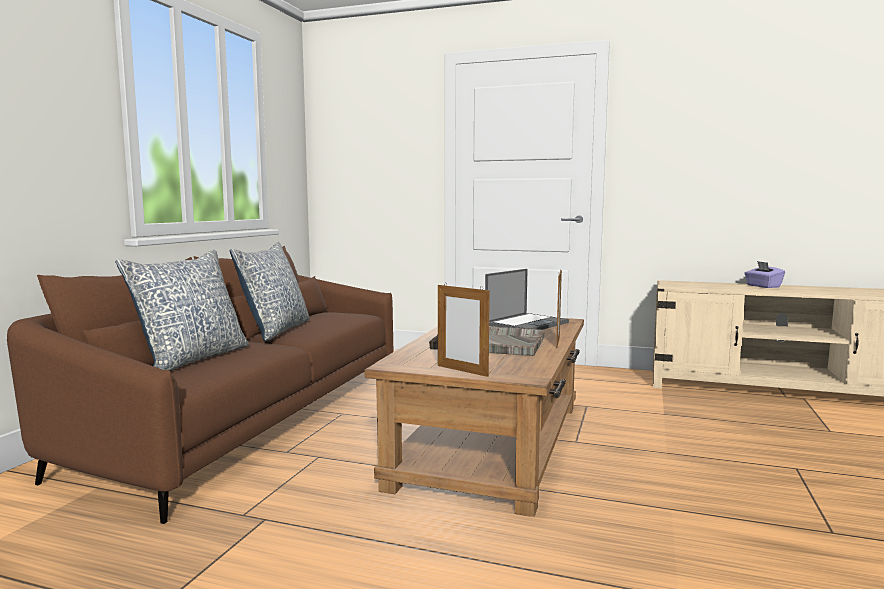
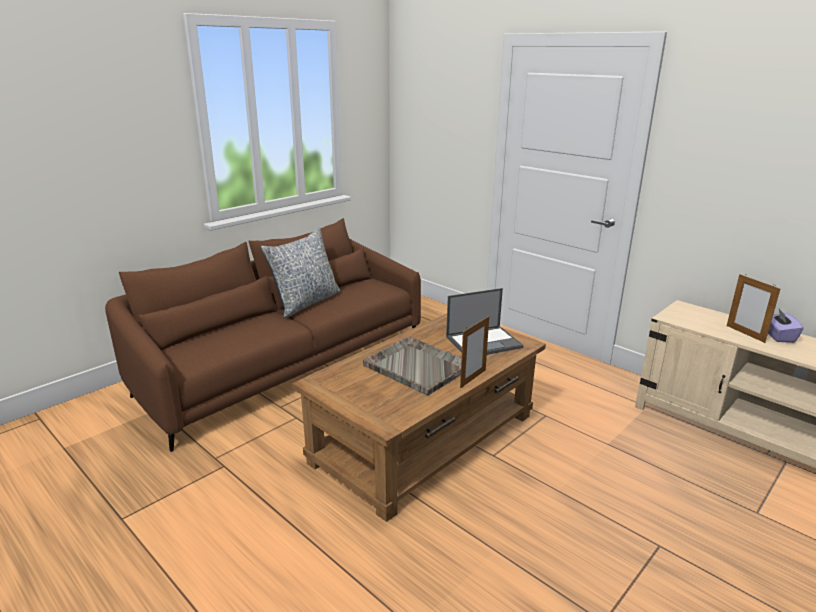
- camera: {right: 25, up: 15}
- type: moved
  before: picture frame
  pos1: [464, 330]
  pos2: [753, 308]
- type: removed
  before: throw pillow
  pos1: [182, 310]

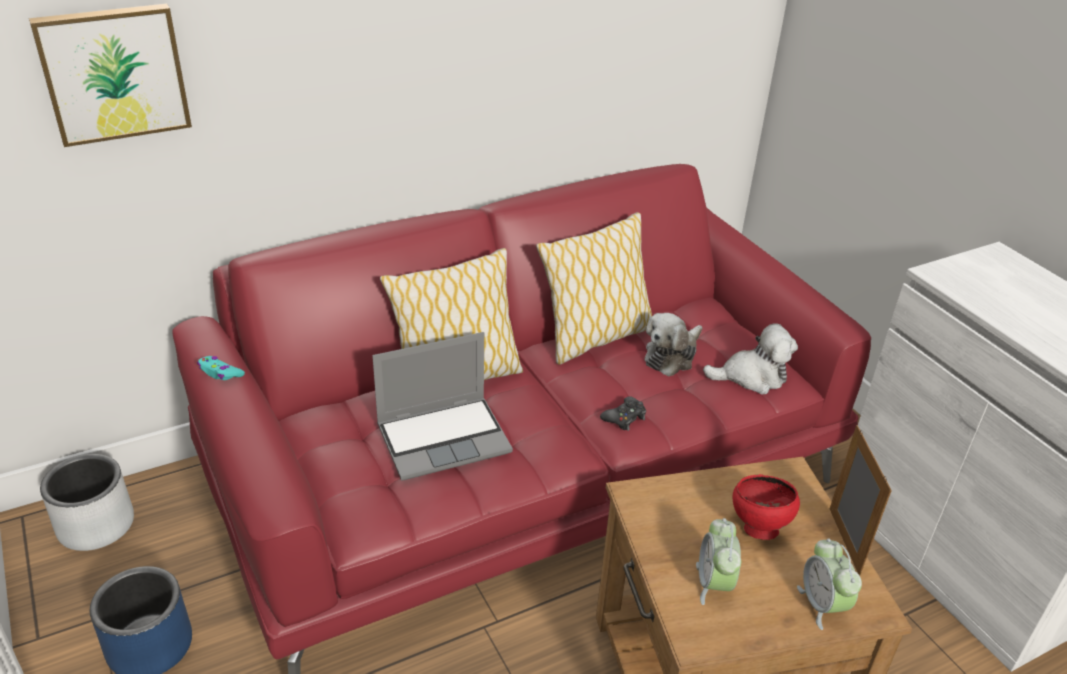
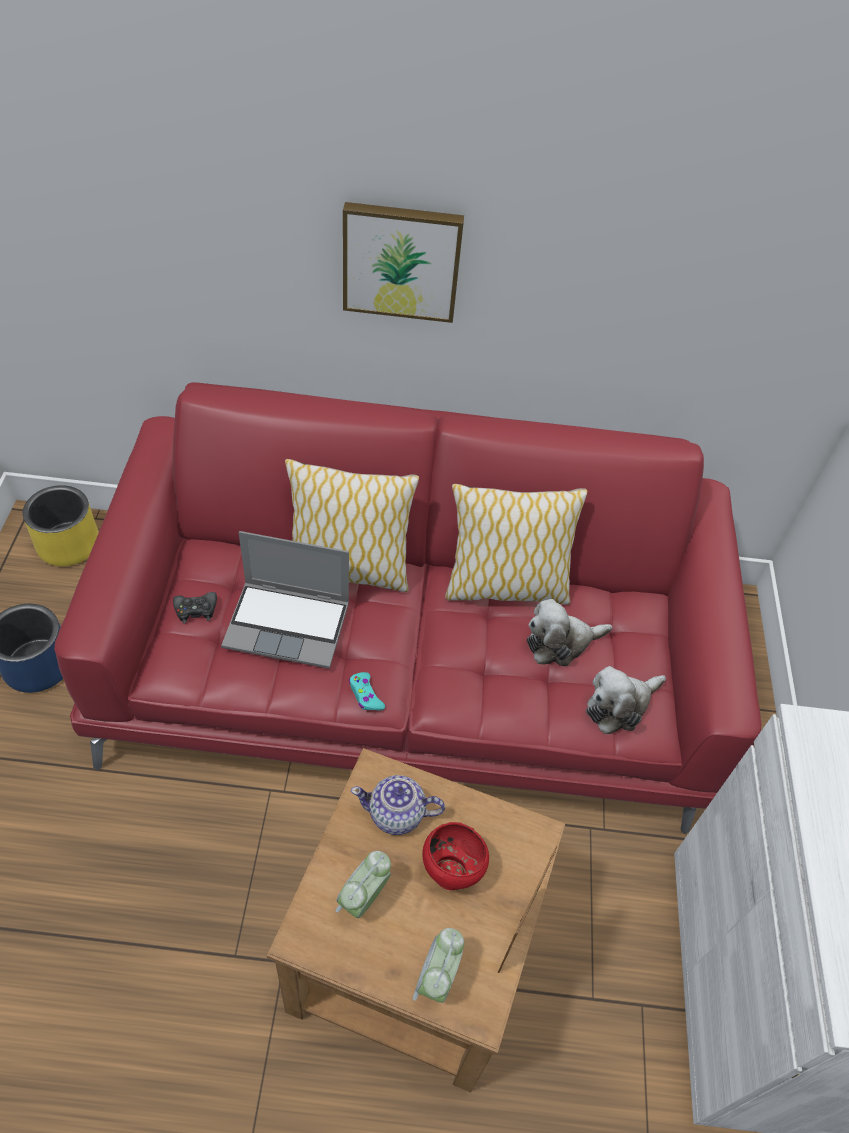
- camera: {right: 30, up: 15}
- type: recoloured
  before: gray plant pot
  after: yellowish plant pot
  pos1: [87, 502]
  pos2: [61, 525]
- type: moved
  before: black game controller
  pos1: [623, 413]
  pos2: [195, 608]
- type: moved
  before: wall art
  pos1: [110, 75]
  pos2: [403, 262]
- type: moved
  before: turquoise game controller
  pos1: [221, 368]
  pos2: [367, 691]
- type: added
  after: tea pot
  pos2: [398, 805]
- type: turned
  before: cuddly toy
  pos1: [750, 358]
  pos2: [626, 700]
  turn: 120

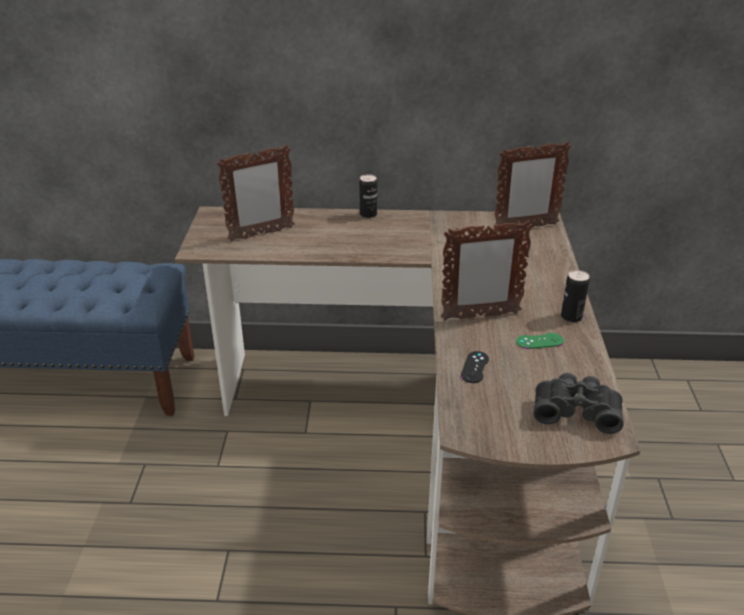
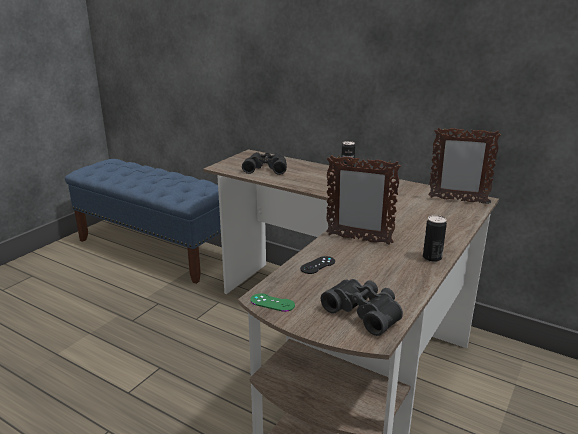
- camera: {right: 30, up: -10}
- type: replaced
  before: picture frame
  after: black binoculars
  pos1: [255, 193]
  pos2: [264, 163]
- type: moved
  before: green-coloured game controller
  pos1: [540, 341]
  pos2: [272, 302]

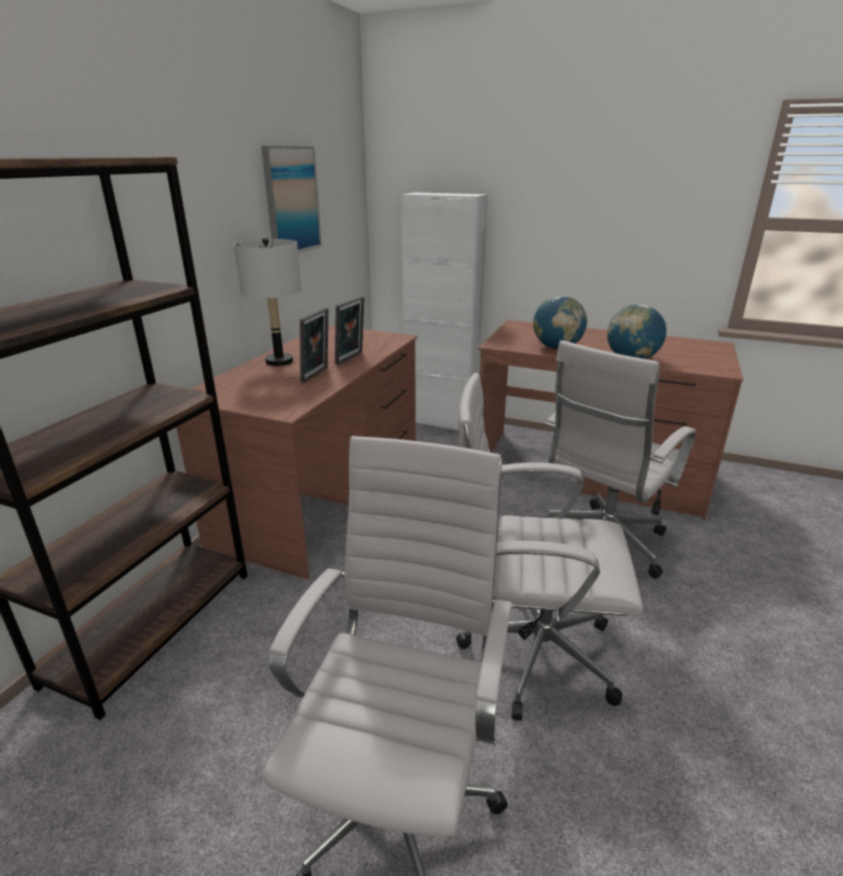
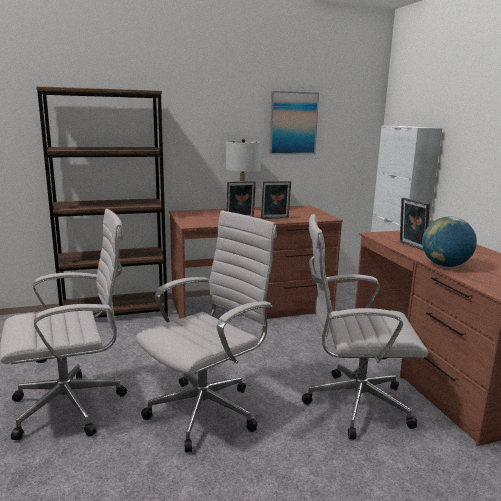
- camera: {right: 50, up: -10}
- type: turned
  before: whitish computer chair
  pos1: [549, 547]
  pos2: [206, 331]
  turn: 75
- type: replaced
  before: desk globe
  after: picture frame
  pos1: [560, 322]
  pos2: [415, 224]

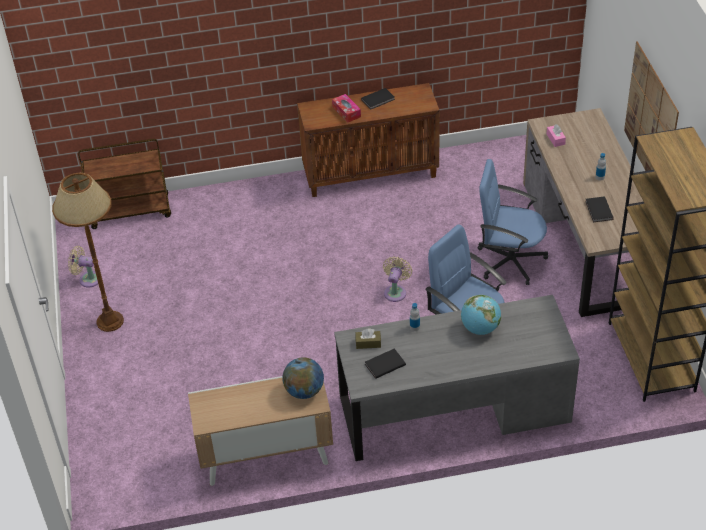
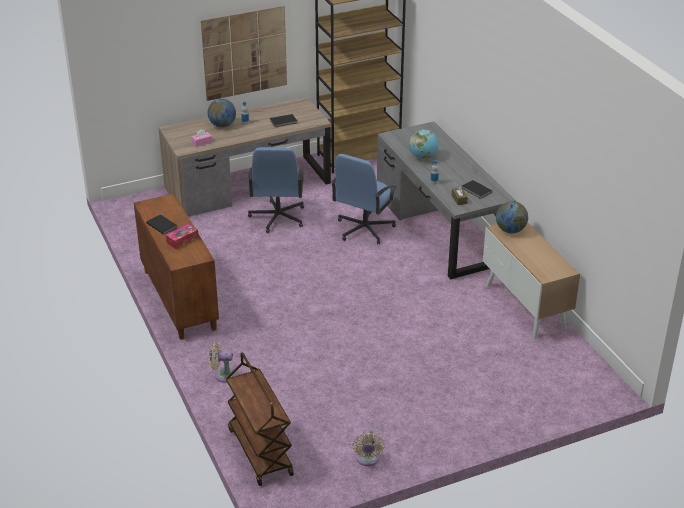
- camera: {right: -105, up: -10}
- type: added
  after: desk globe
  pos2: [221, 113]
- type: moved
  before: beige-coloured electric fan
  pos1: [397, 279]
  pos2: [223, 362]
- type: removed
  before: brown standard lamp
  pos1: [88, 252]

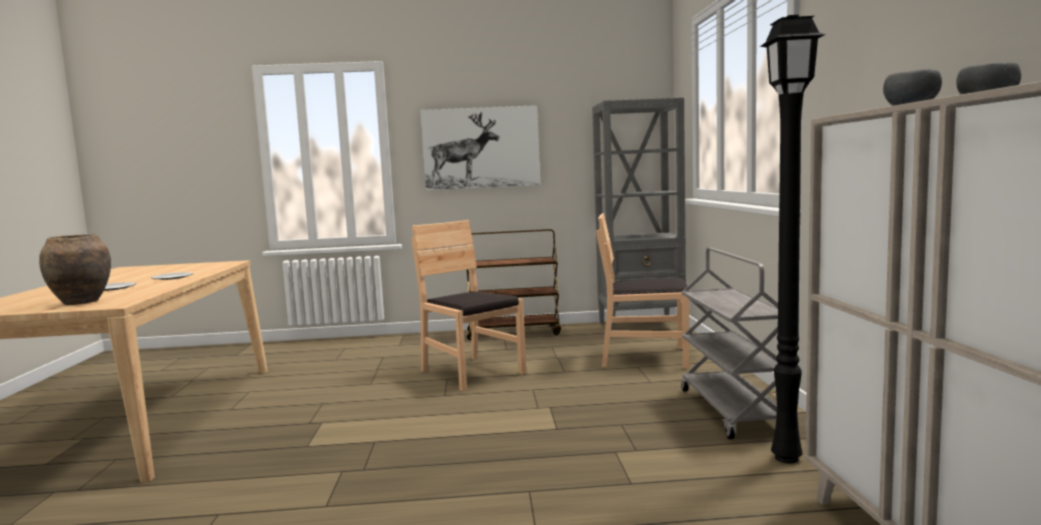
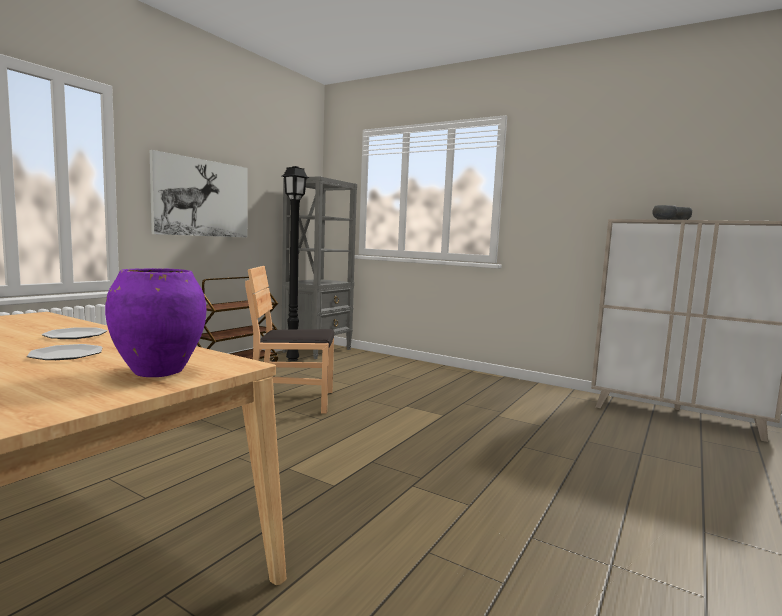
- camera: {right: -55, up: 0}
- type: recoloured
  before: brown vase
  after: purple-coloured vase
  pos1: [75, 269]
  pos2: [155, 322]
- type: moved
  before: black standard lamp
  pos1: [793, 239]
  pos2: [295, 263]
- type: removed
  before: brown chair
  pos1: [643, 291]
- type: removed
  before: gray wheeled cart
  pos1: [729, 343]

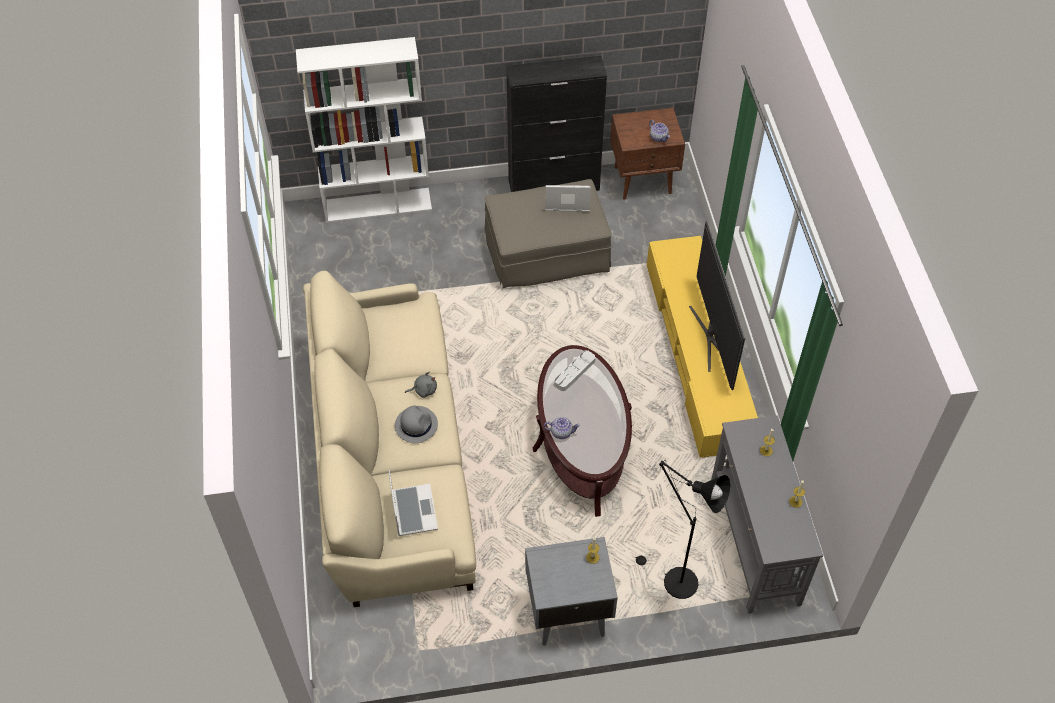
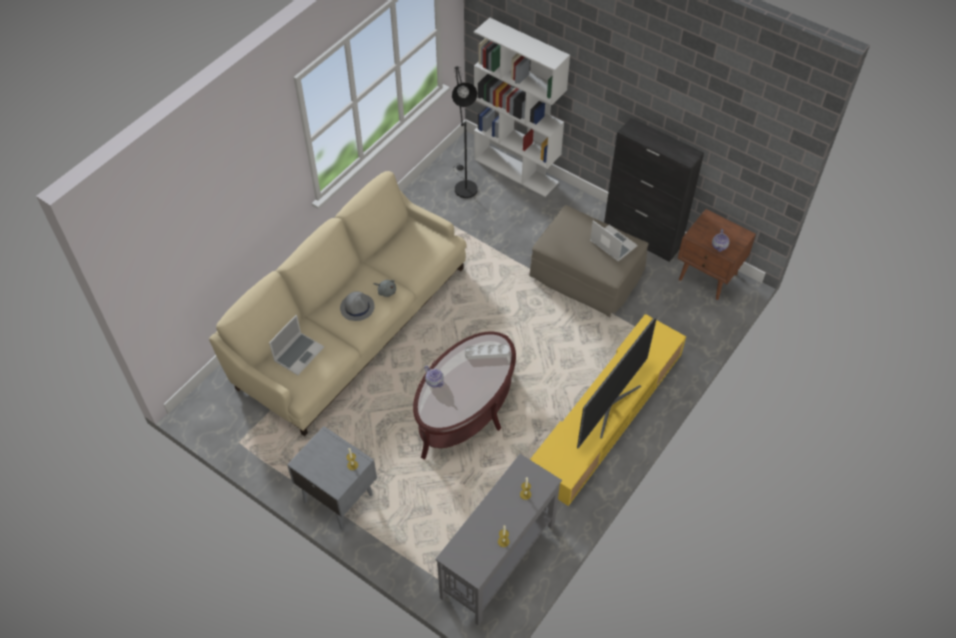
- camera: {right: 45, up: 0}
- type: moved
  before: black standard lamp
  pos1: [683, 529]
  pos2: [465, 132]

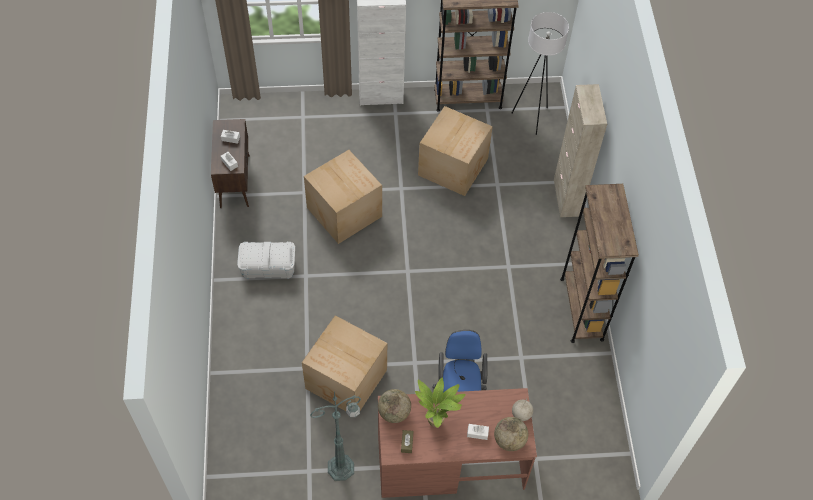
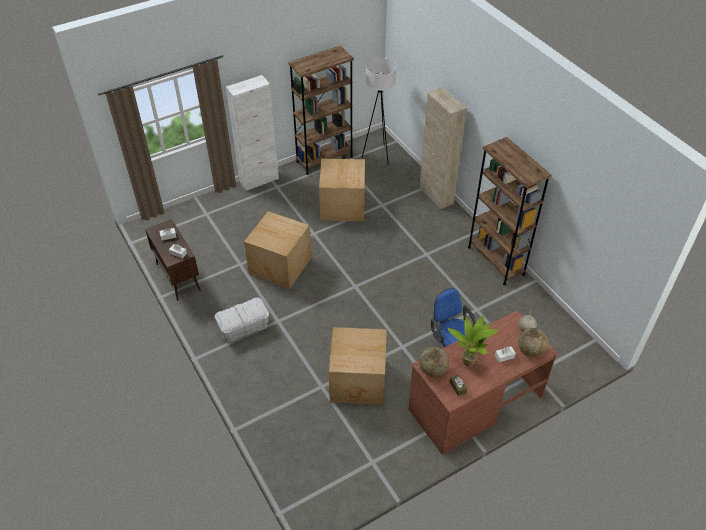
- camera: {right: -25, up: -10}
- type: removed
  before: green-coloured standard lamp
  pos1: [335, 436]

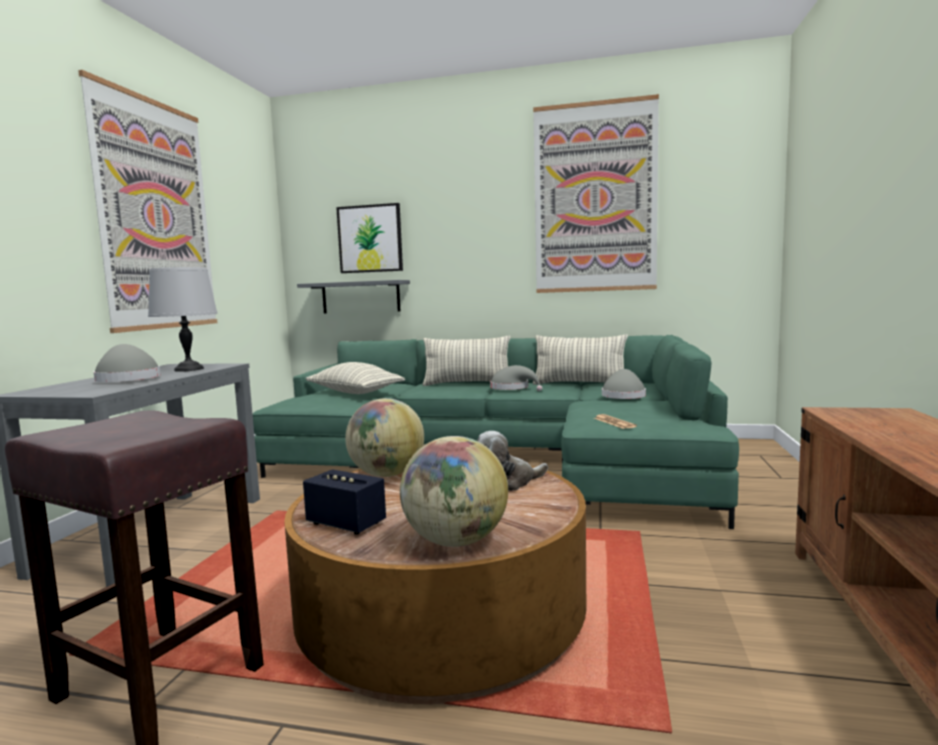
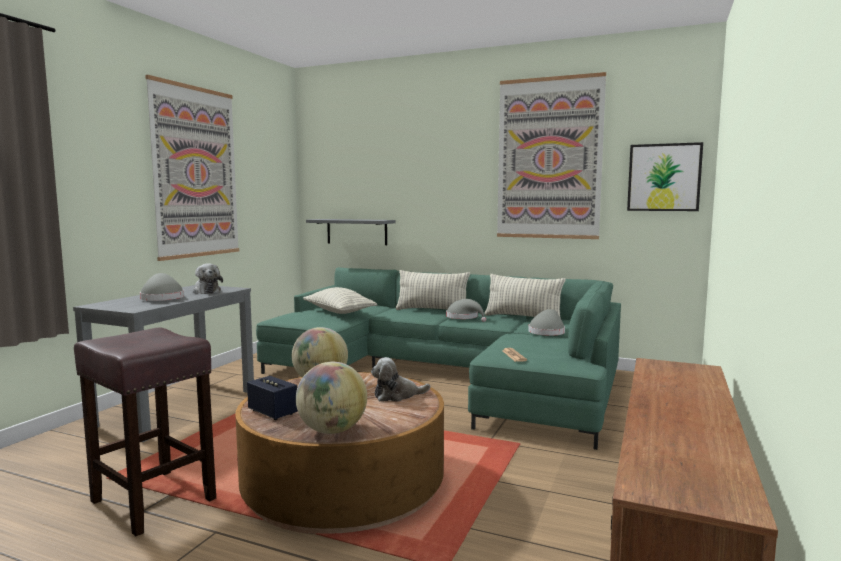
- camera: {right: 10, up: 0}
- type: replaced
  before: gray tabletop lamp
  after: cuddly toy
  pos1: [183, 319]
  pos2: [208, 279]
- type: moved
  before: wall art
  pos1: [369, 238]
  pos2: [665, 176]

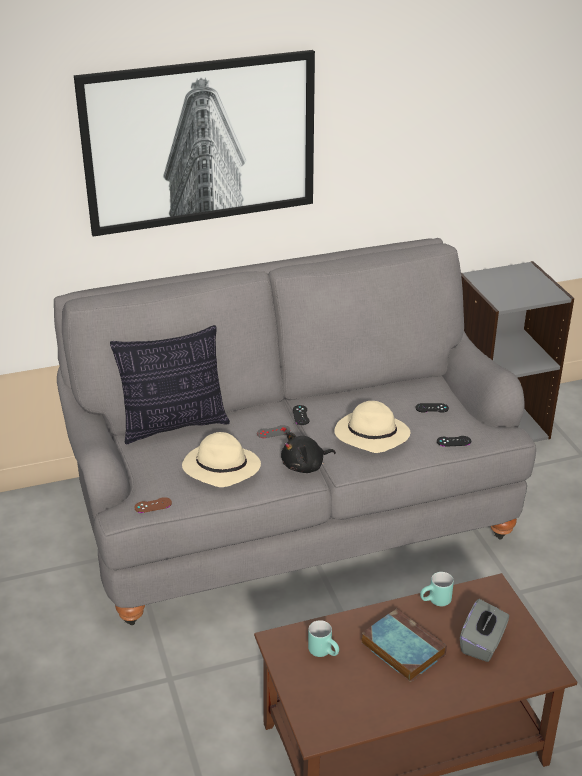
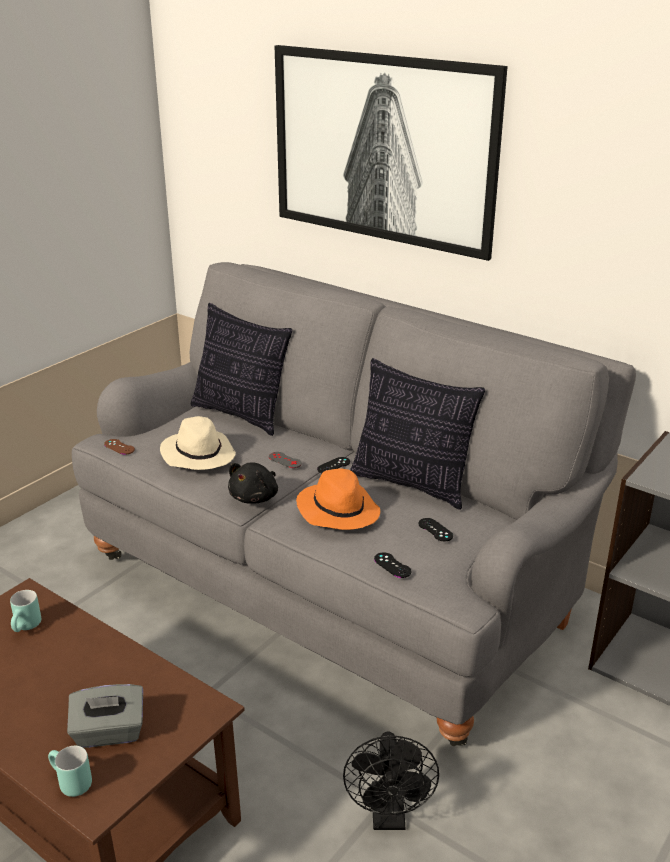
- camera: {right: 55, up: -5}
- type: moved
  before: turquoise tea mug
  pos1: [437, 589]
  pos2: [70, 771]
- type: turned
  before: black cuddly toy
  pos1: [308, 452]
  pos2: [253, 483]
  turn: -90
- type: recoloured
  before: beige-coloured wearable hat
  after: orange-coloured wearable hat
  pos1: [372, 427]
  pos2: [338, 499]
- type: added
  after: black electric fan
  pos2: [391, 780]
- type: added
  after: throw pillow
  pos2: [417, 434]
- type: removed
  before: book
  pos1: [404, 645]

